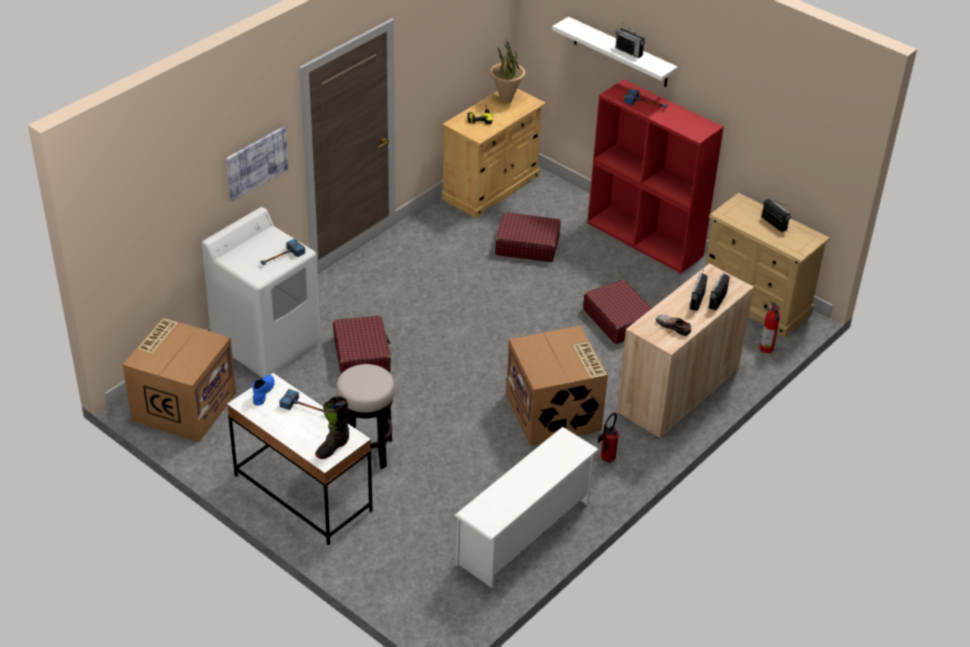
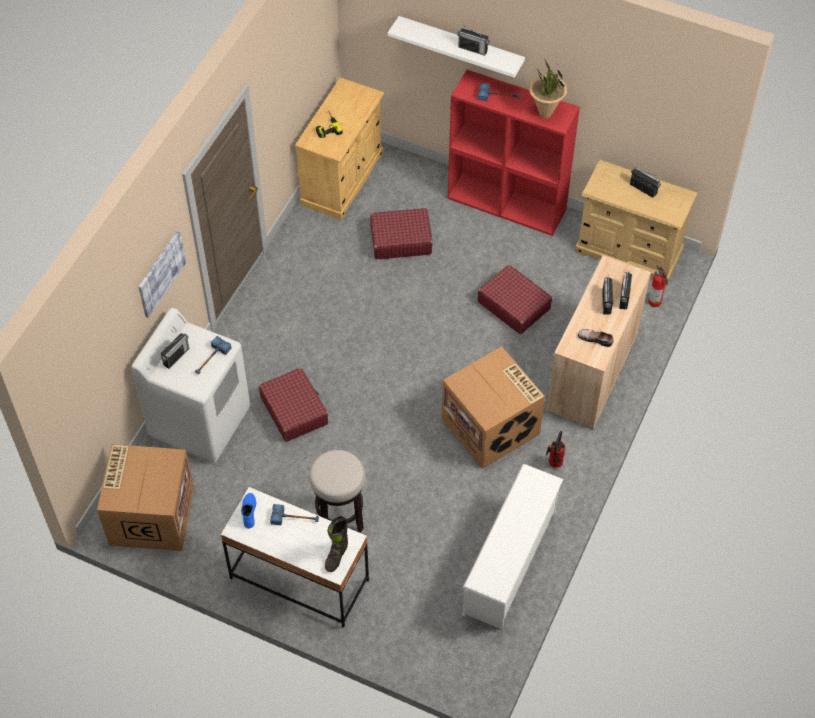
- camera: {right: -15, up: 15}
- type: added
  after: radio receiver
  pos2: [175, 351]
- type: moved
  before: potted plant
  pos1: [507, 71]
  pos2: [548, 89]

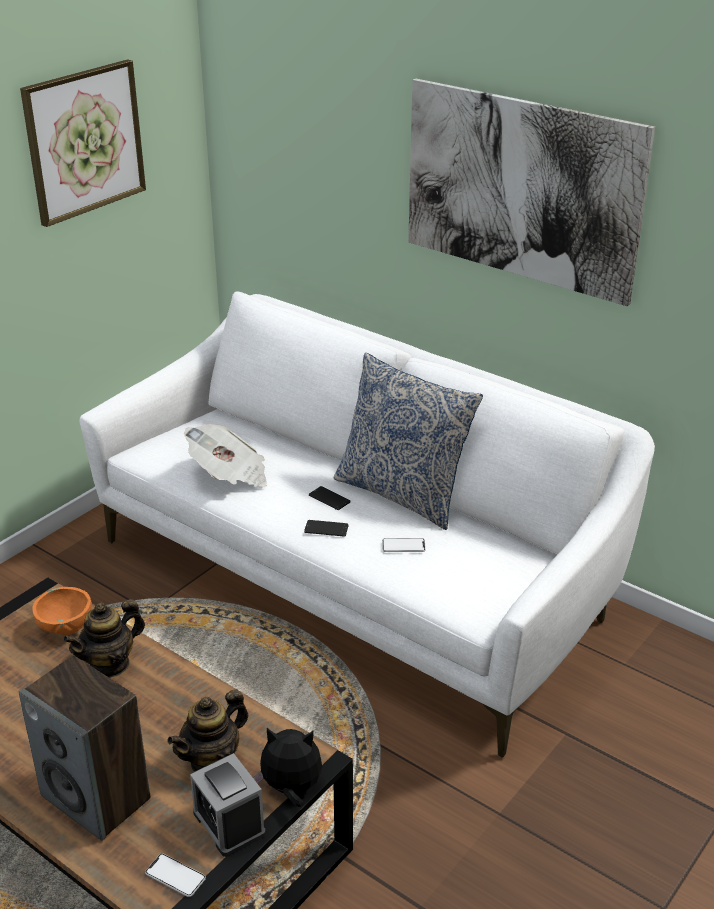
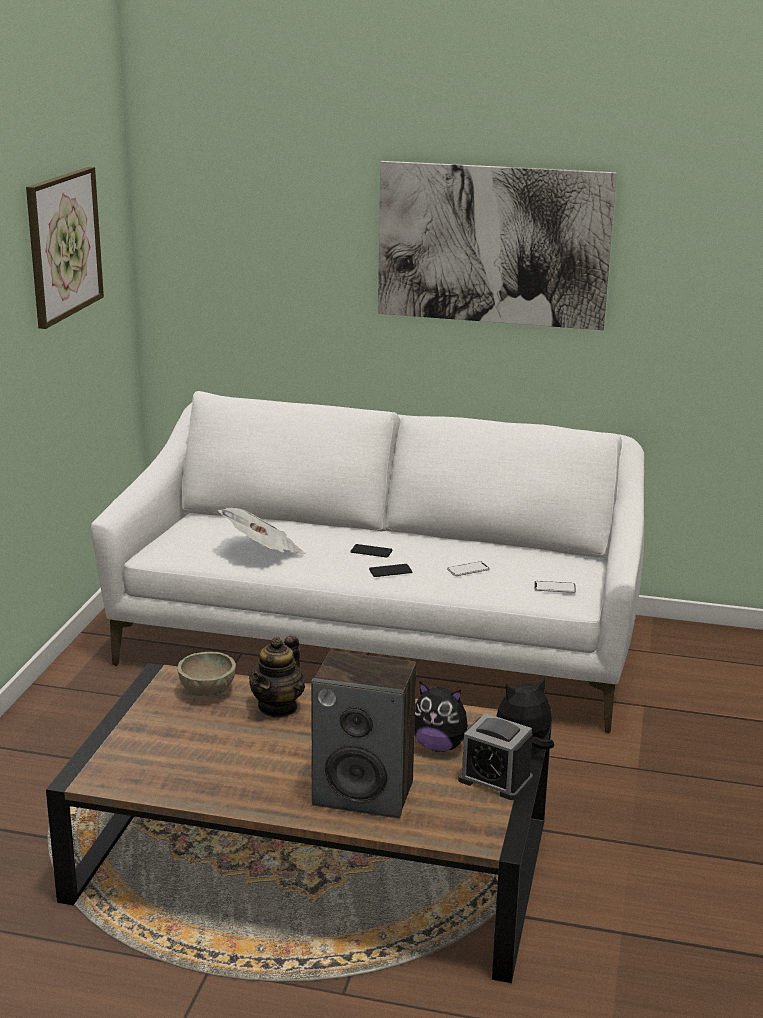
- camera: {right: -25, up: -10}
- type: recoloured
  before: orange-coloured bowl
  after: beige-coloured bowl
  pos1: [62, 611]
  pos2: [206, 674]
- type: replaced
  before: tea pot
  after: cuddly toy
  pos1: [207, 730]
  pos2: [443, 717]
- type: moved
  before: telephone
  pos1: [175, 875]
  pos2: [555, 587]
- type: removed
  before: throw pillow
  pos1: [408, 441]

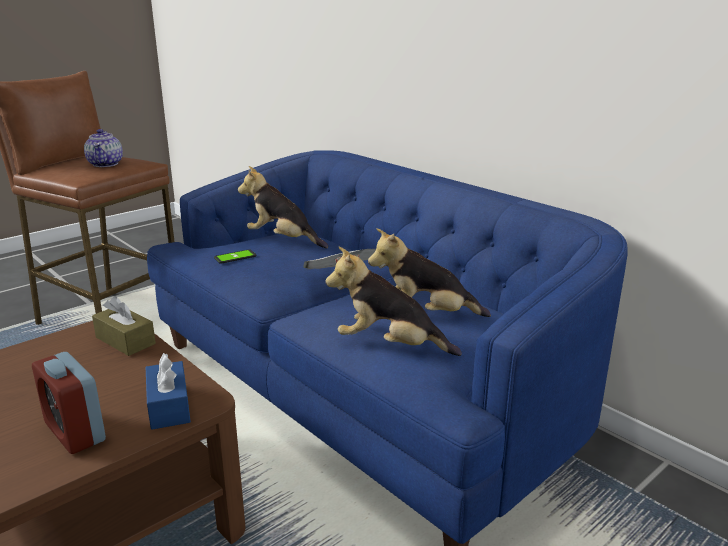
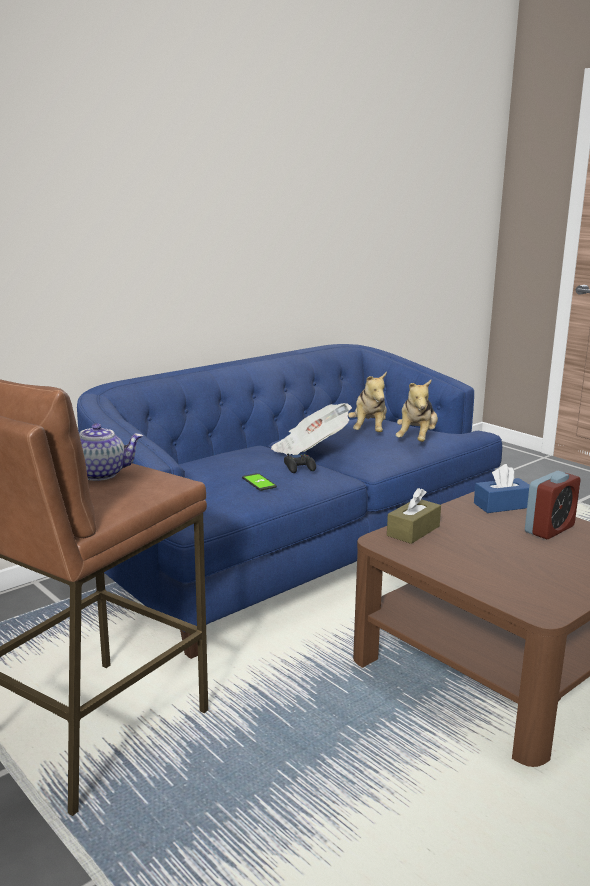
- camera: {right: -90, up: -5}
- type: added
  after: black game controller
  pos2: [300, 463]
- type: removed
  before: cuddly toy
  pos1: [283, 207]

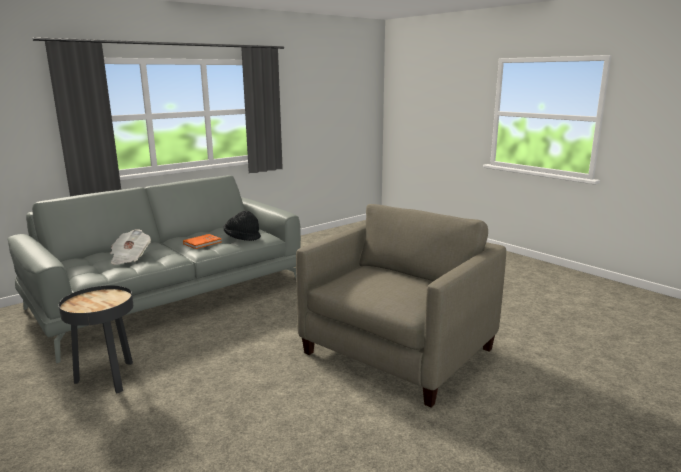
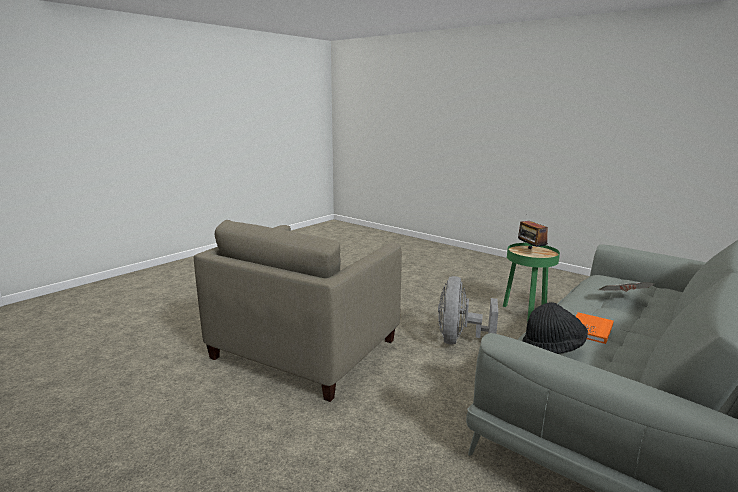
- camera: {right: 170, up: 0}
- type: added
  after: gray electric fan
  pos2: [468, 310]
- type: recoloured
  before: black side table
  after: green-coloured side table
  pos1: [96, 339]
  pos2: [531, 282]
- type: added
  after: radio receiver
  pos2: [533, 235]

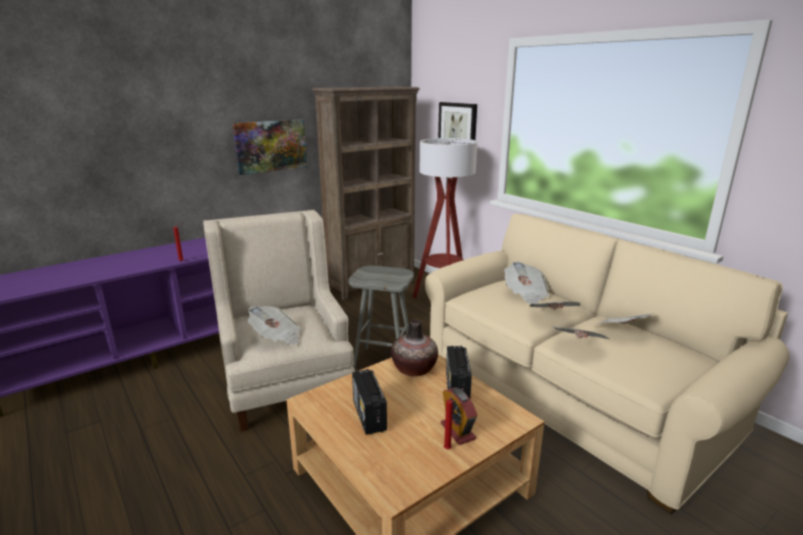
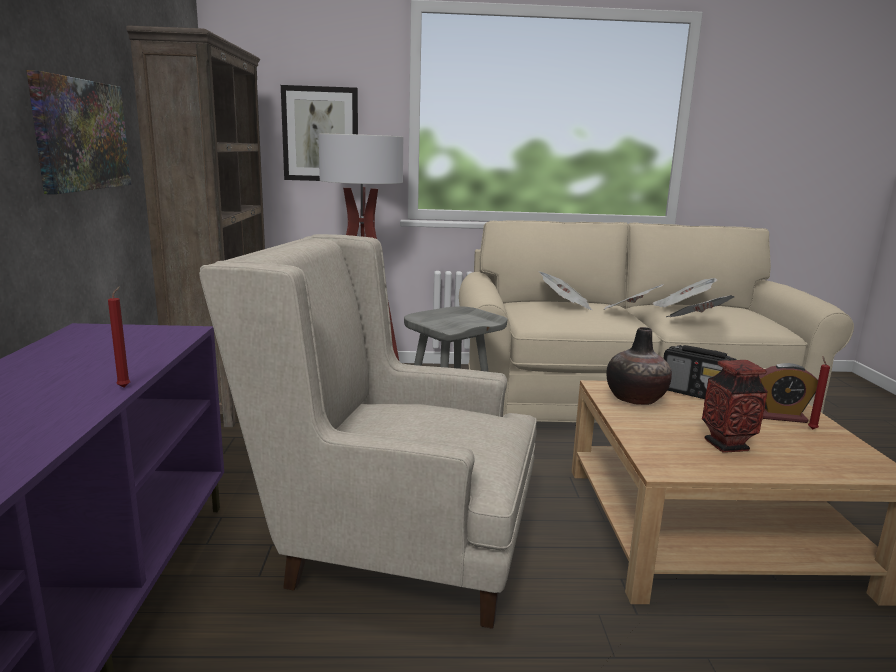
- camera: {right: -55, up: -5}
- type: replaced
  before: radio receiver
  after: vase
  pos1: [369, 402]
  pos2: [735, 406]
- type: removed
  before: newspaper
  pos1: [274, 325]

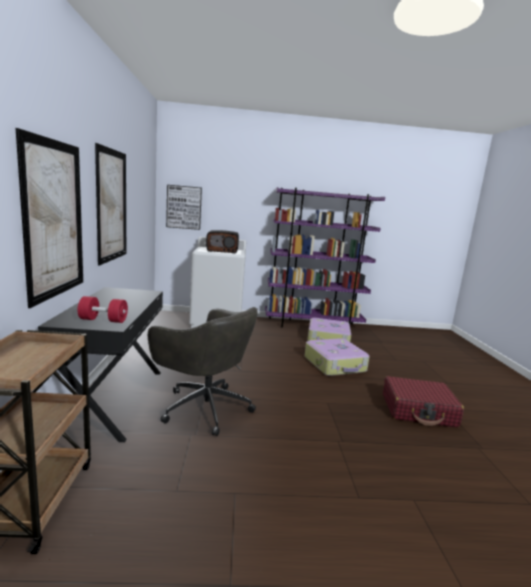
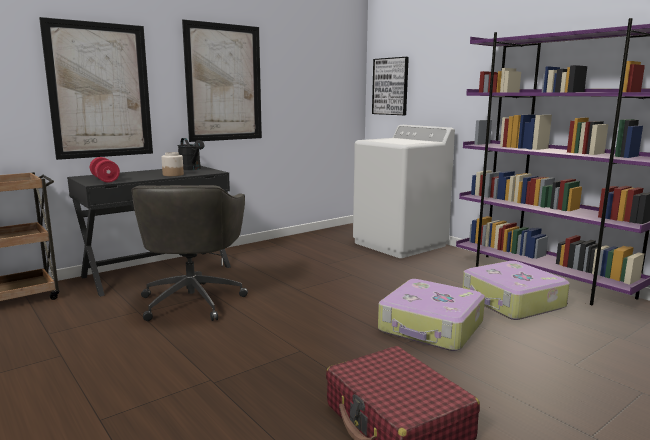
- camera: {right: 55, up: 0}
- type: added
  after: jar
  pos2: [172, 164]
- type: added
  after: black watering can
  pos2: [191, 154]
- type: removed
  before: radio receiver
  pos1: [222, 242]

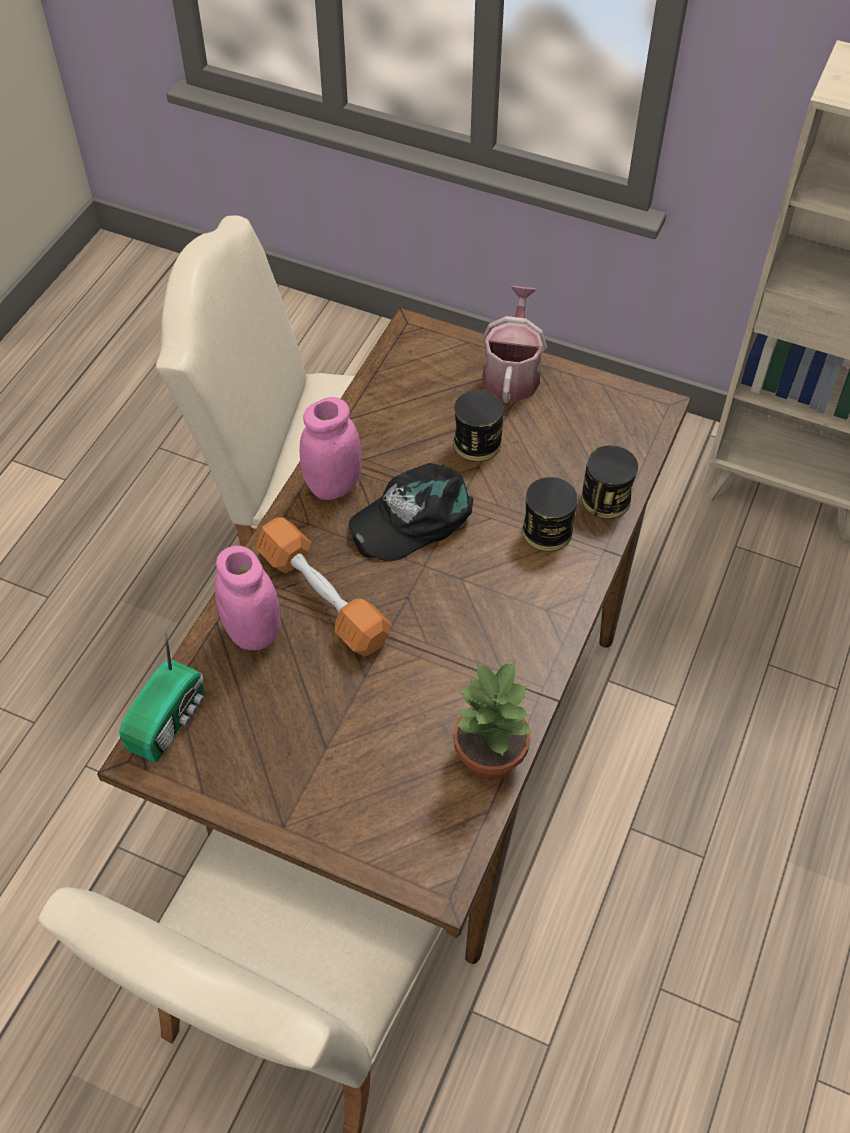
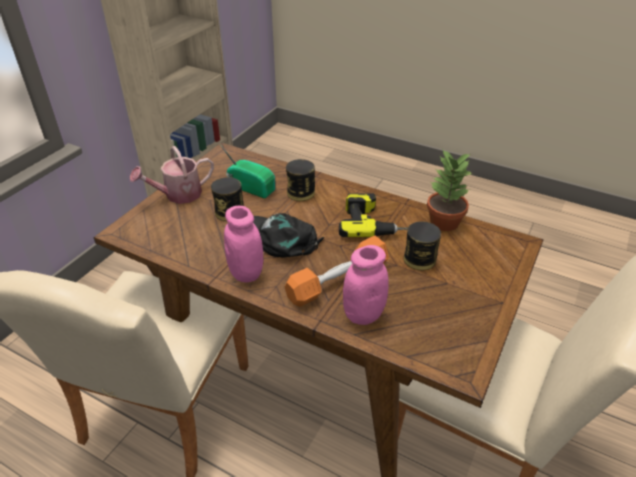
- camera: {right: -85, up: -15}
- type: turned
  before: watering can
  pos1: [514, 344]
  pos2: [172, 175]
  turn: -45
- type: moved
  before: radio receiver
  pos1: [162, 692]
  pos2: [247, 171]
- type: turned
  before: black cap
  pos1: [410, 512]
  pos2: [288, 235]
  turn: 150
- type: added
  after: electric drill
  pos2: [373, 215]
- type: moved
  before: can
  pos1: [610, 482]
  pos2: [422, 246]

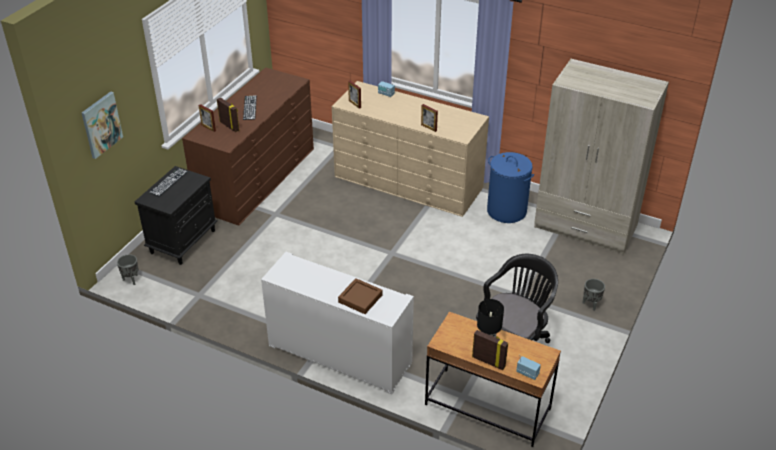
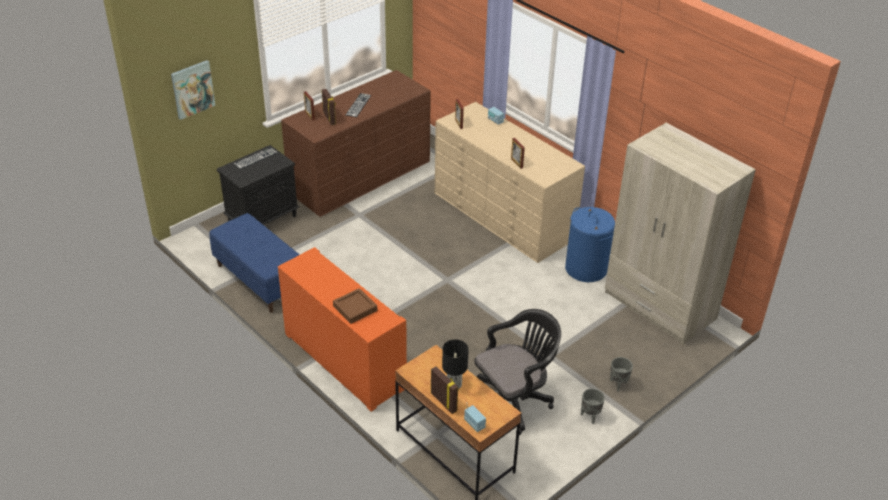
- camera: {right: 20, up: 0}
- type: added
  after: blue long seat
  pos2: [254, 263]
- type: recoloured
  before: whitish cupboard
  after: orange-coloured cupboard
  pos1: [337, 323]
  pos2: [342, 329]
- type: moved
  before: gray plant pot
  pos1: [128, 269]
  pos2: [593, 406]

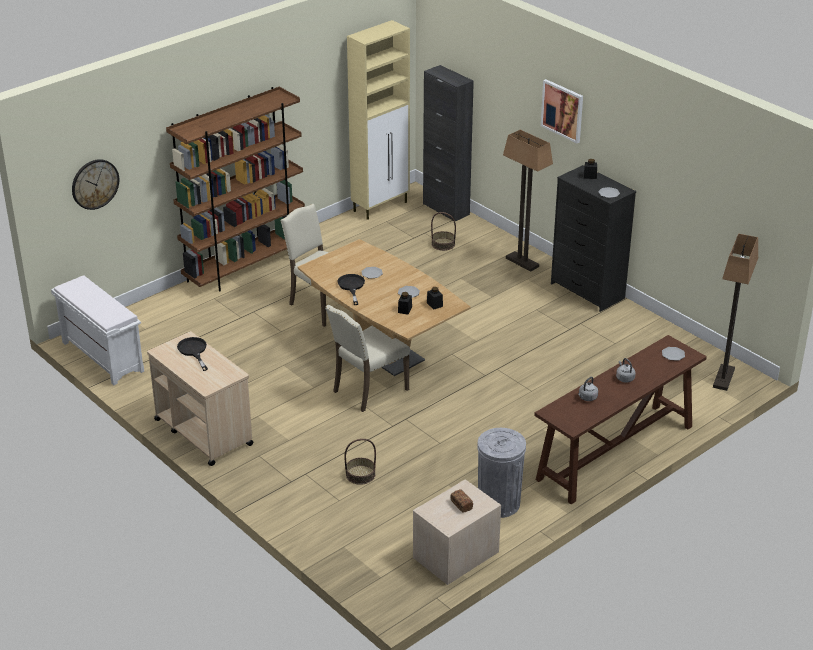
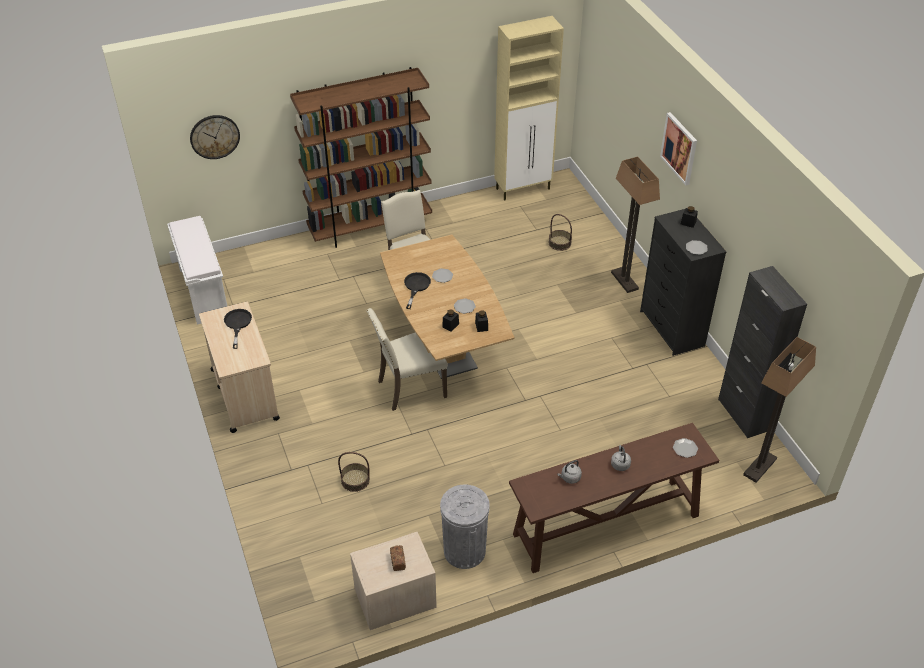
- camera: {right: 20, up: 10}
- type: moved
  before: black cupboard
  pos1: [448, 143]
  pos2: [762, 352]

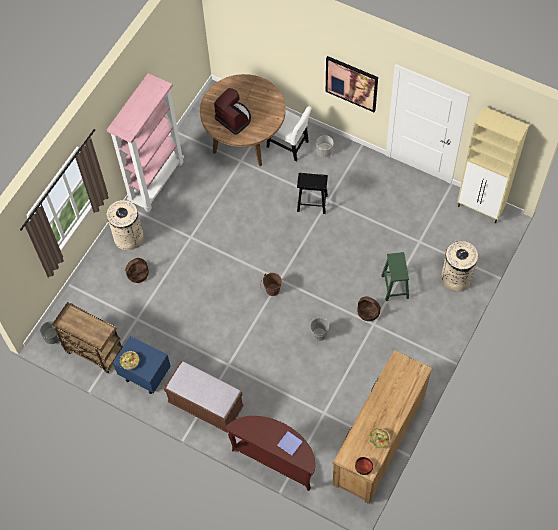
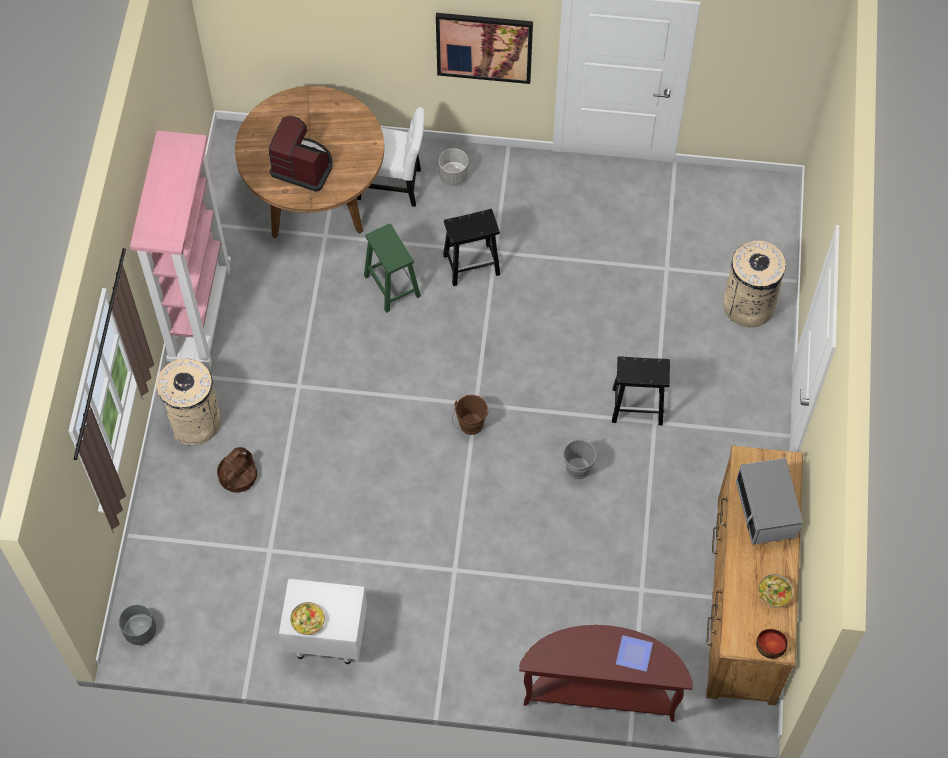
- camera: {right: -25, up: 0}
- type: recoloured
  before: blue nightstand
  after: whitish nightstand
  pos1: [142, 365]
  pos2: [323, 621]
- type: moved
  before: green-coloured stool seat
  pos1: [395, 276]
  pos2: [392, 268]
- type: replaced
  before: household basket
  after: black stool seat
  pos1: [369, 308]
  pos2: [641, 390]
- type: added
  after: kitchen microwave
  pos2: [769, 501]
- type: removed
  before: brown wheeled cart
  pos1: [87, 337]
- type: removed
  before: brown long seat
  pos1: [204, 397]
- type: removed
  before: beige-coloured cupboard
  pos1: [493, 164]

